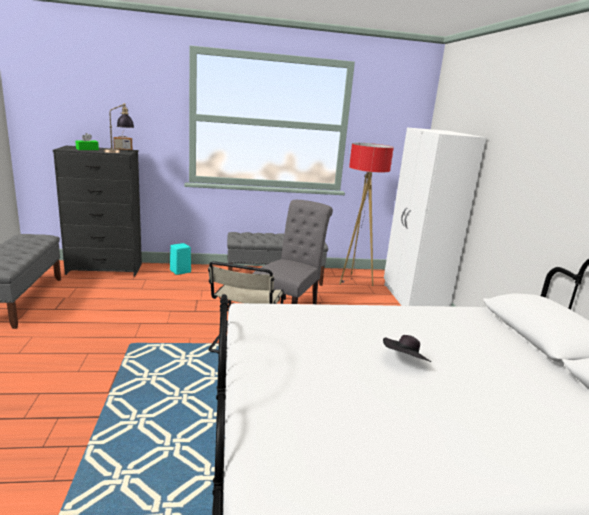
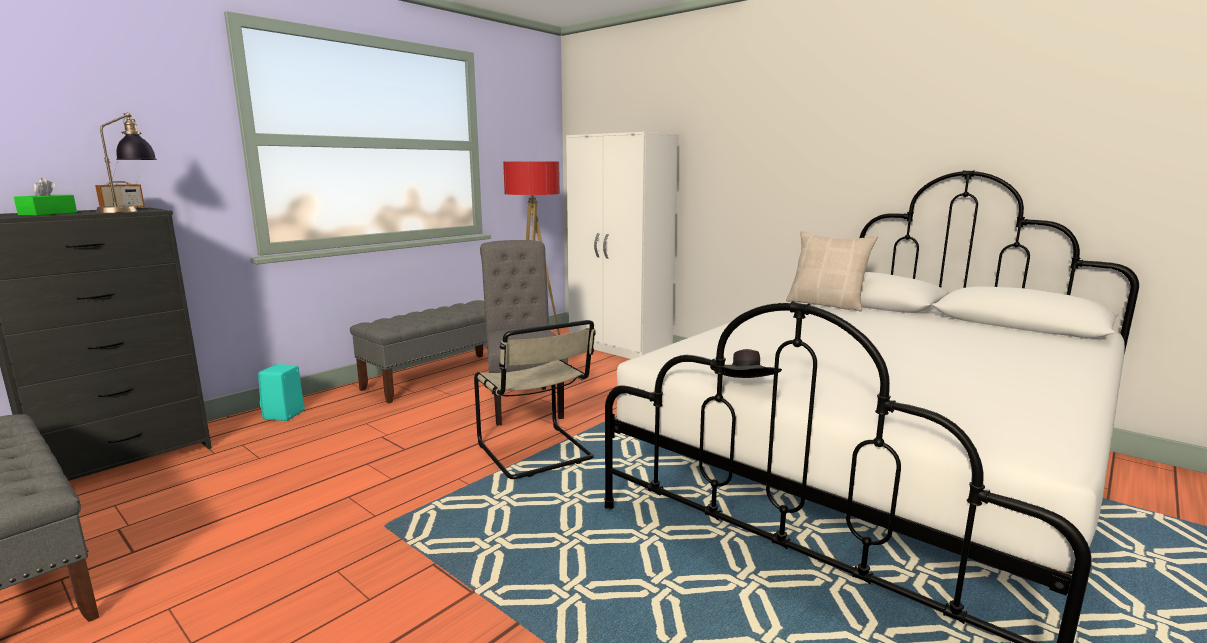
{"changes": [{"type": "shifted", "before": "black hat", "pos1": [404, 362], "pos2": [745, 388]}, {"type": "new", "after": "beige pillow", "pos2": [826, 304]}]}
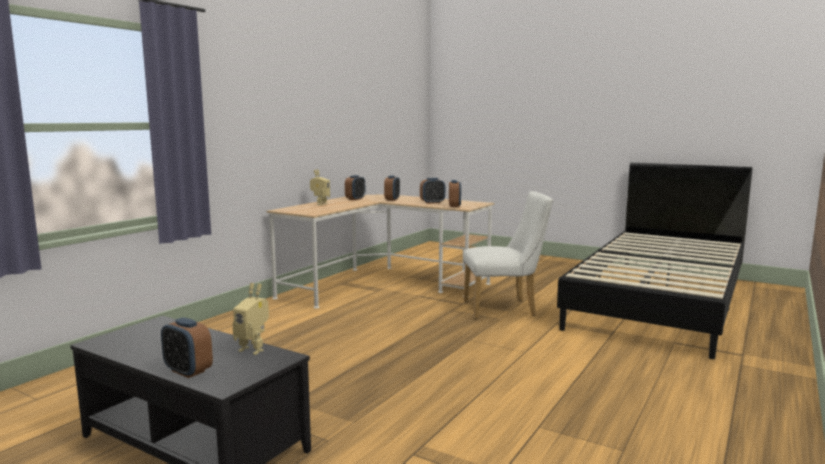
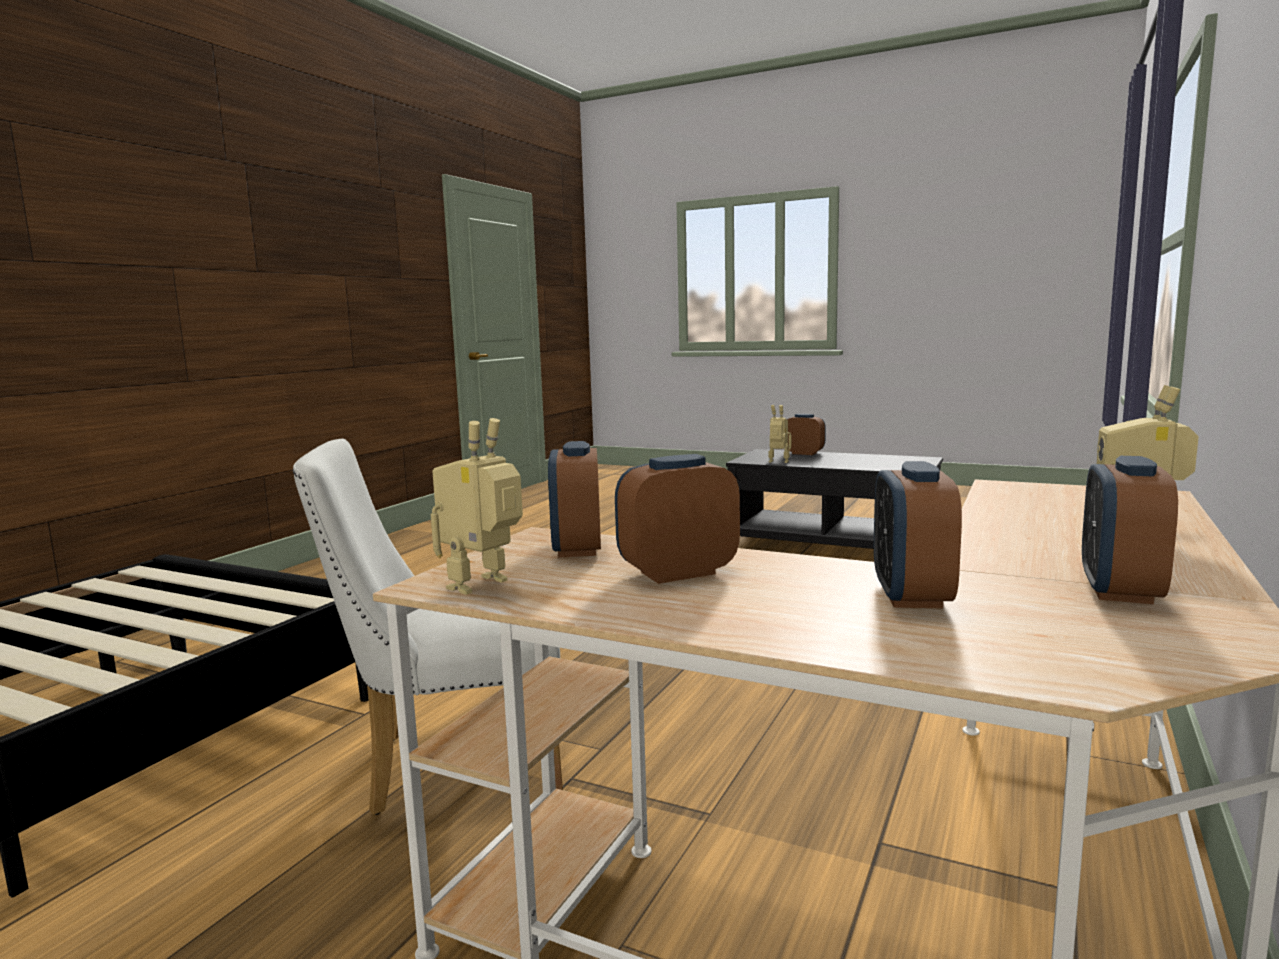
{"changes": [{"type": "new", "after": "toy robot", "pos2": [484, 586]}]}
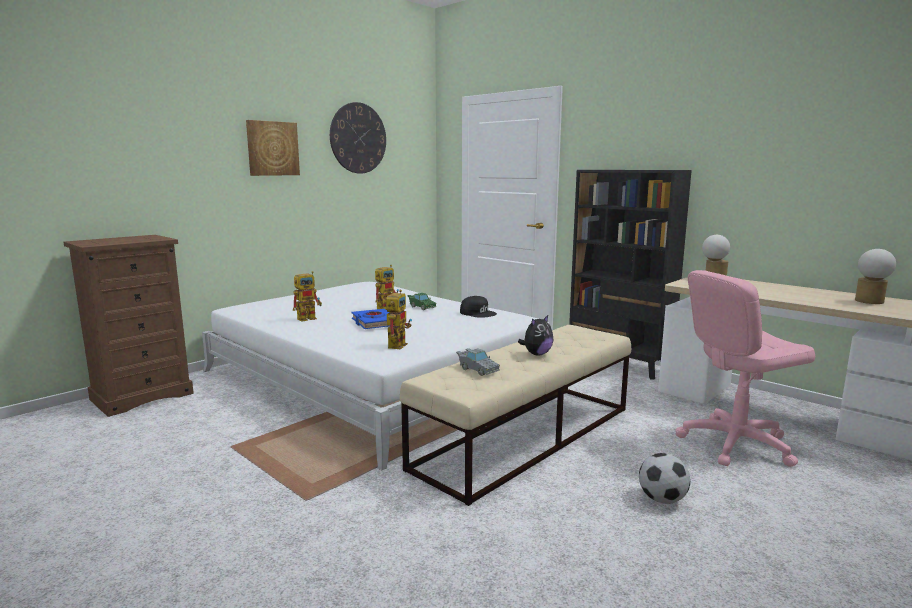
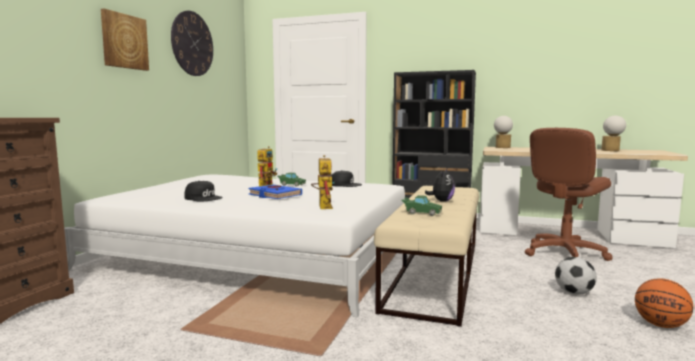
{"changes": [{"type": "swapped", "before": "toy robot", "after": "black cap", "pos1": [310, 318], "pos2": [203, 198]}, {"type": "repainted", "before": "grey toy car", "after": "green toy car", "pos1": [477, 369], "pos2": [421, 213]}, {"type": "repainted", "before": "pink office chair", "after": "brown office chair", "pos1": [735, 443], "pos2": [564, 254]}, {"type": "new", "after": "basketball", "pos2": [660, 325]}]}
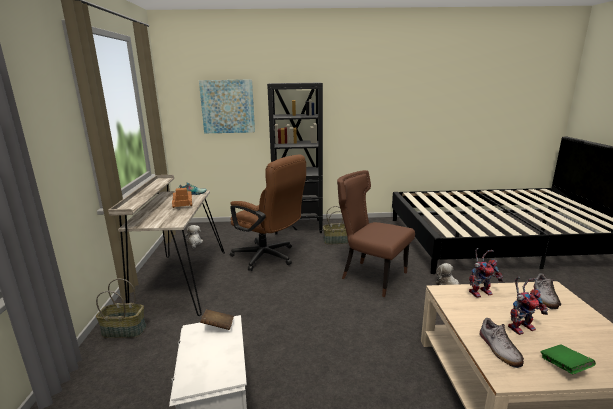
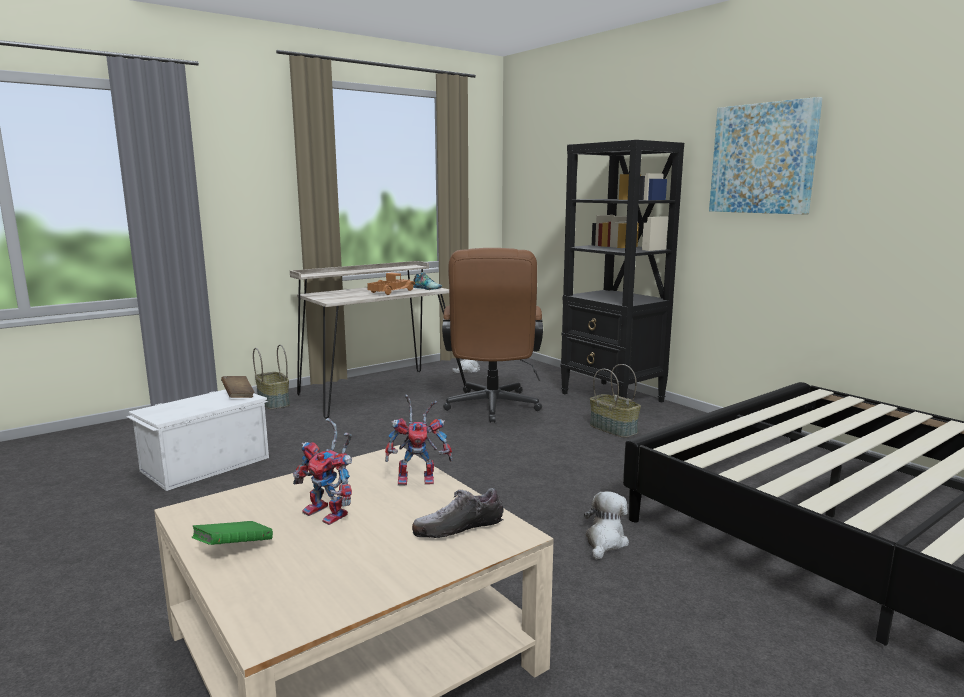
{"changes": [{"type": "shifted", "before": "picture", "pos1": [228, 106], "pos2": [763, 159]}, {"type": "gone", "before": "brown chair", "pos1": [371, 276]}, {"type": "rotated", "before": "toy robot", "pos1": [480, 291], "pos2": [419, 478], "turn": -45}, {"type": "gone", "before": "shoe", "pos1": [499, 349]}]}
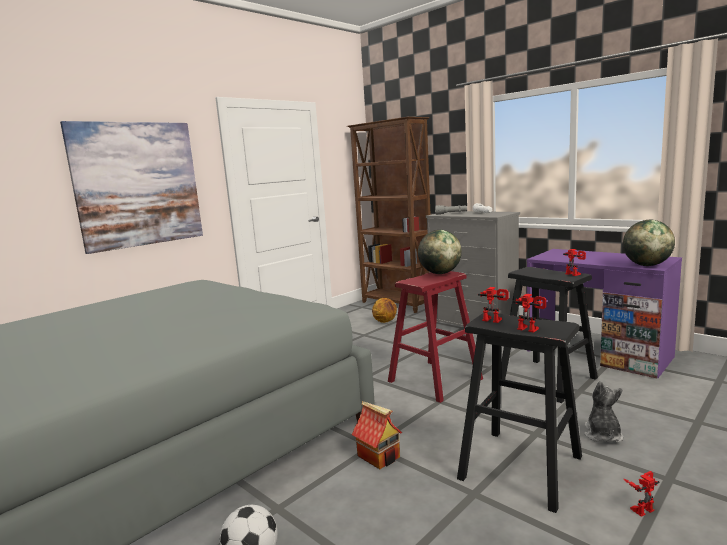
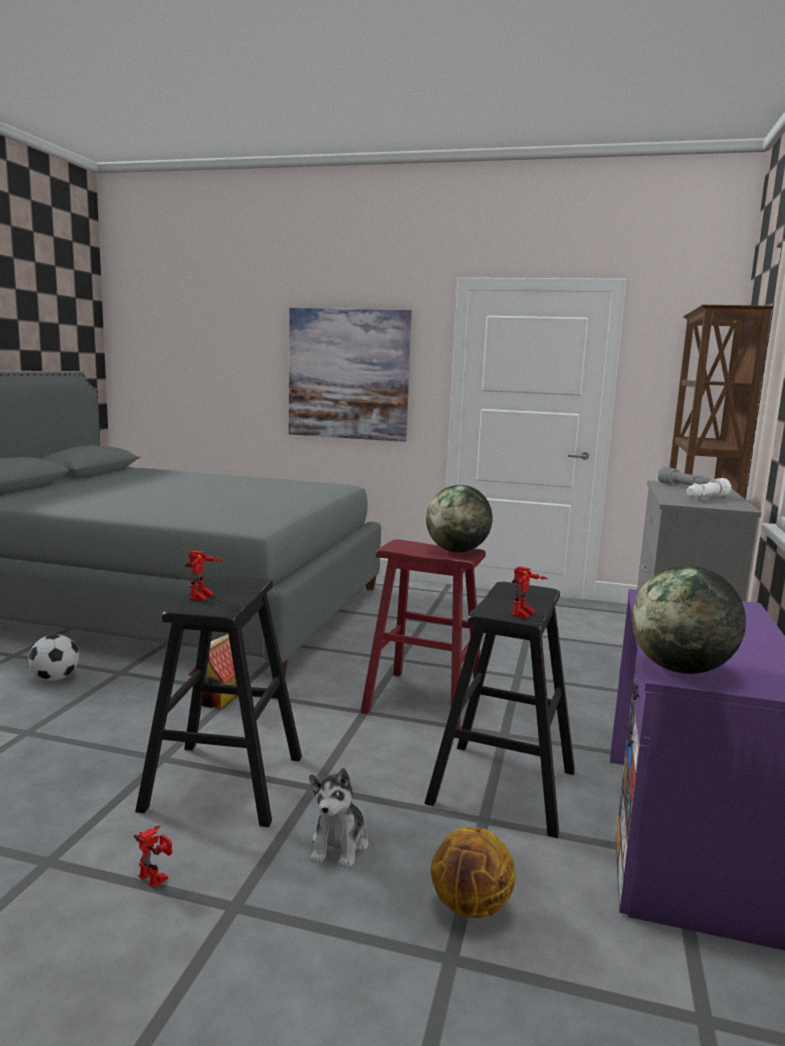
{"changes": [{"type": "shifted", "before": "basketball", "pos1": [385, 321], "pos2": [470, 907]}, {"type": "gone", "before": "toy robot", "pos1": [494, 319]}, {"type": "rotated", "before": "plush toy", "pos1": [602, 435], "pos2": [339, 845], "turn": 120}]}
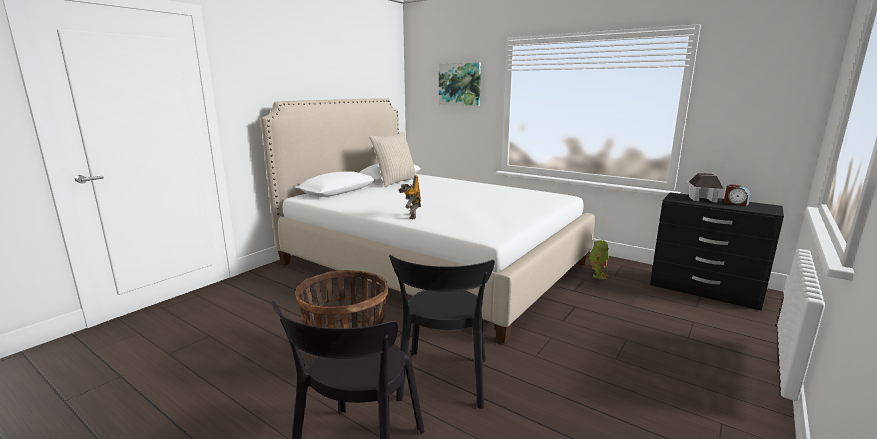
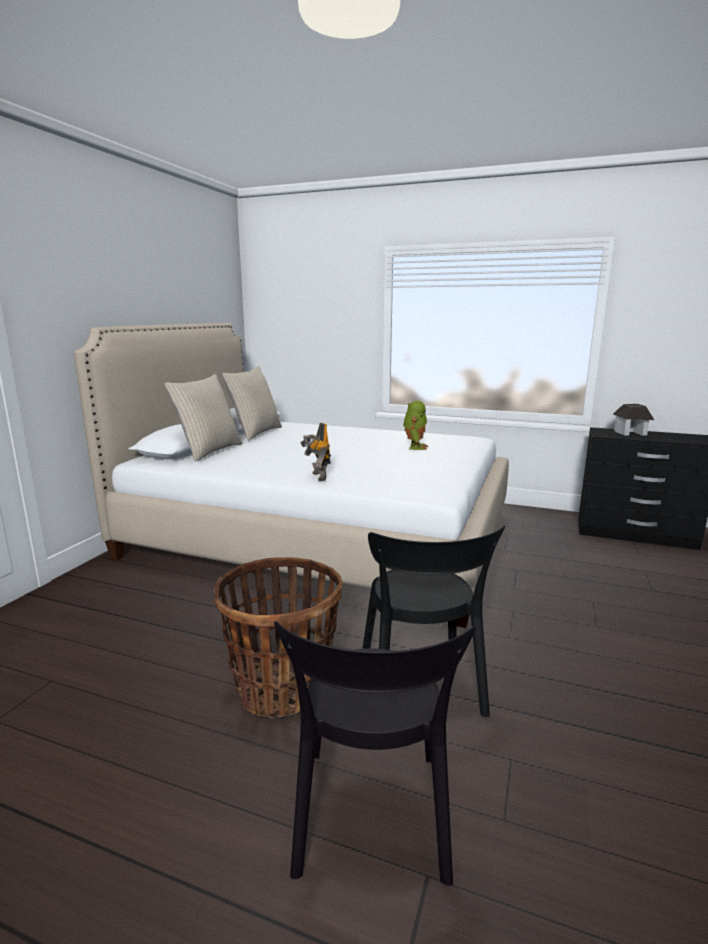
{"changes": [{"type": "gone", "before": "picture", "pos1": [460, 84]}, {"type": "shifted", "before": "toy robot", "pos1": [597, 275], "pos2": [415, 447]}, {"type": "gone", "before": "alarm clock", "pos1": [735, 203]}, {"type": "new", "after": "beige pillow", "pos2": [209, 451]}]}
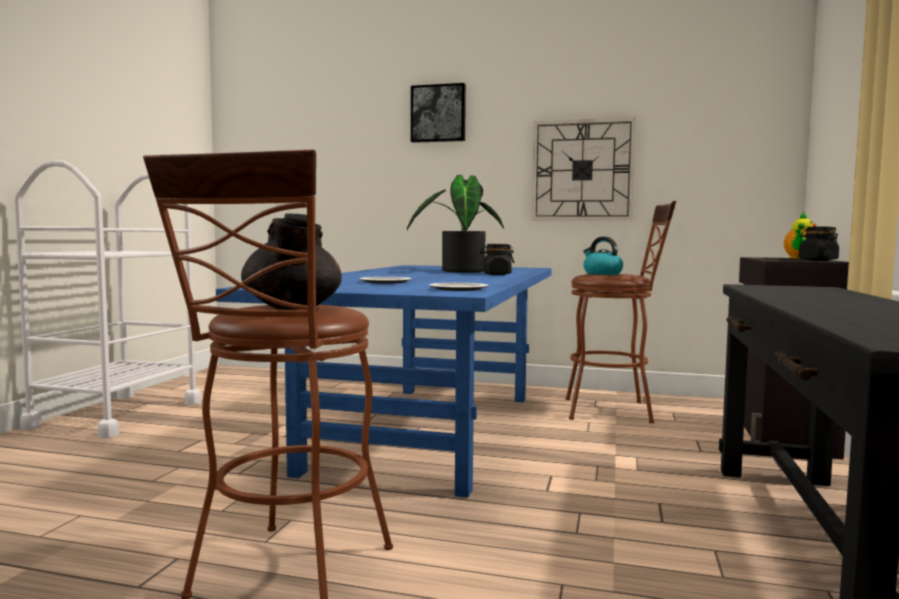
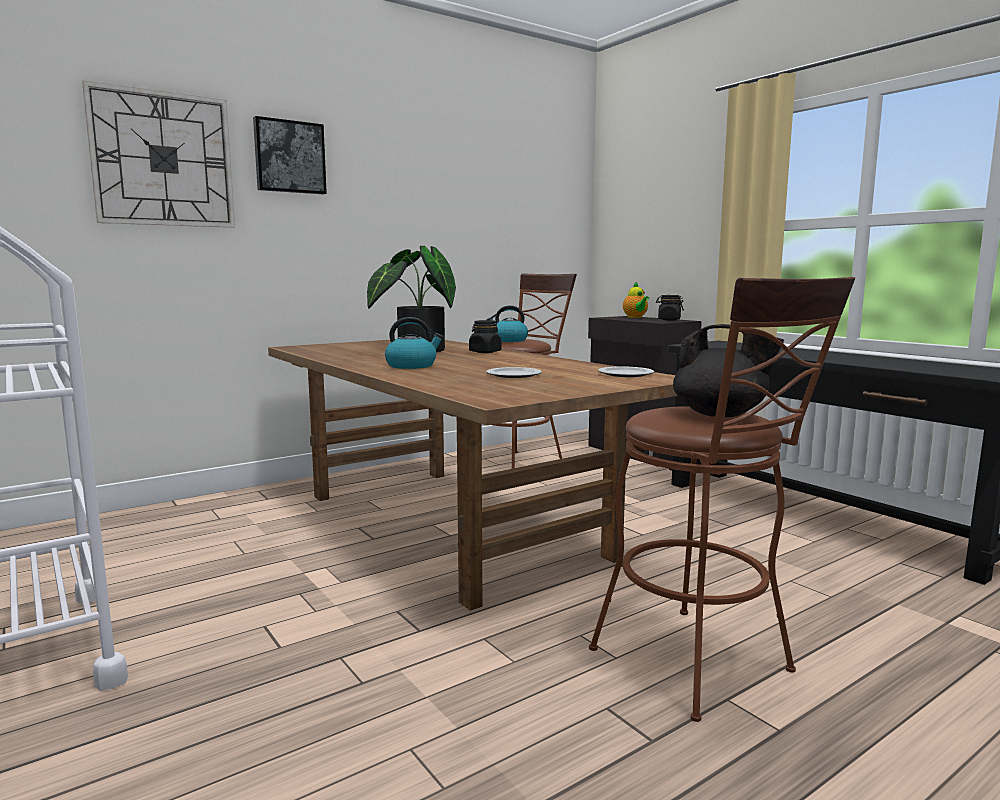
{"changes": [{"type": "repainted", "before": "blue dining table", "after": "brown dining table", "pos1": [429, 431], "pos2": [451, 525]}, {"type": "shifted", "before": "wall clock", "pos1": [582, 170], "pos2": [163, 159]}, {"type": "new", "after": "kettle", "pos2": [412, 366]}]}
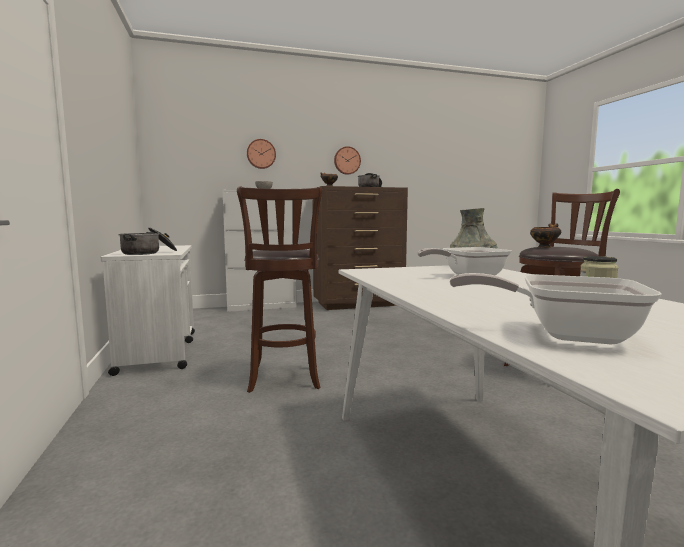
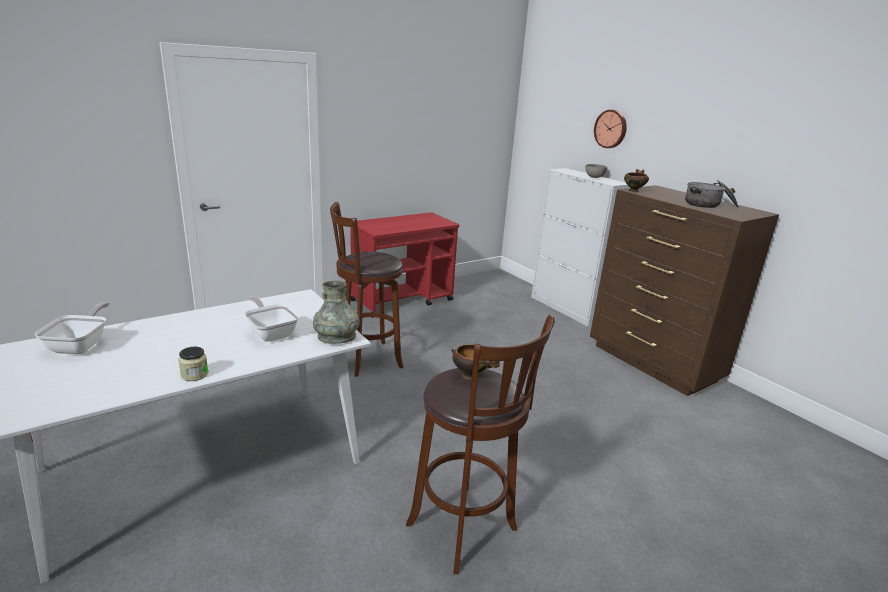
{"changes": [{"type": "repainted", "before": "white cart", "after": "red cart", "pos1": [159, 351], "pos2": [403, 300]}, {"type": "gone", "before": "cooking pot", "pos1": [149, 252]}, {"type": "gone", "before": "wall clock", "pos1": [347, 160]}]}
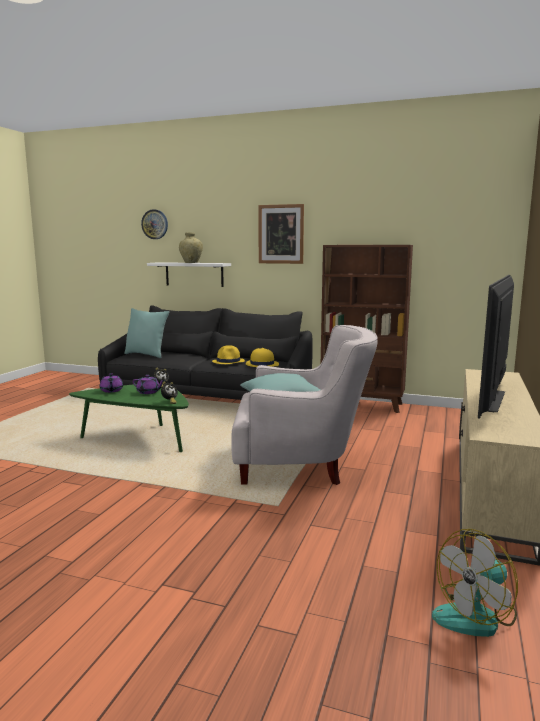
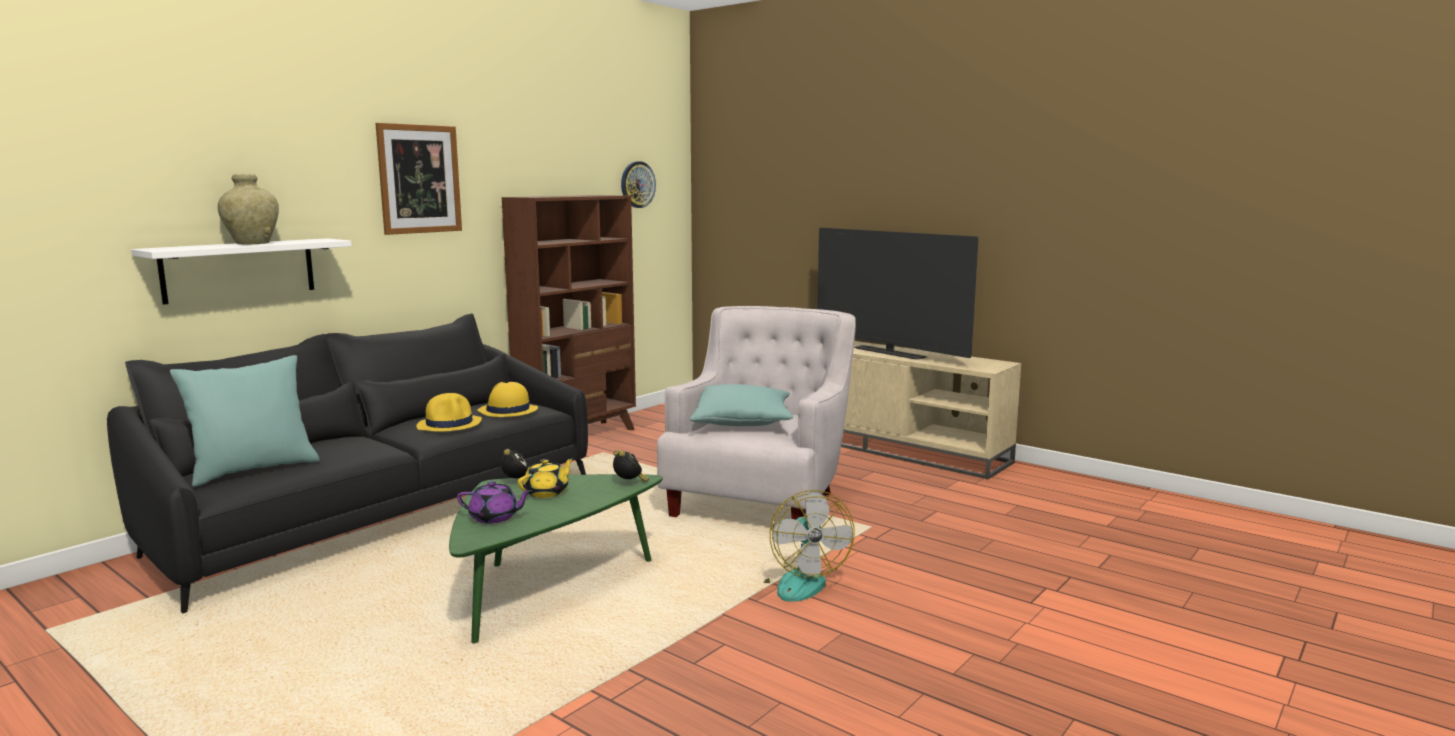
{"changes": [{"type": "repainted", "before": "purple teapot", "after": "yellow teapot", "pos1": [148, 392], "pos2": [547, 492]}, {"type": "shifted", "before": "wall clock", "pos1": [155, 224], "pos2": [637, 184]}, {"type": "shifted", "before": "fan", "pos1": [476, 615], "pos2": [796, 581]}]}
